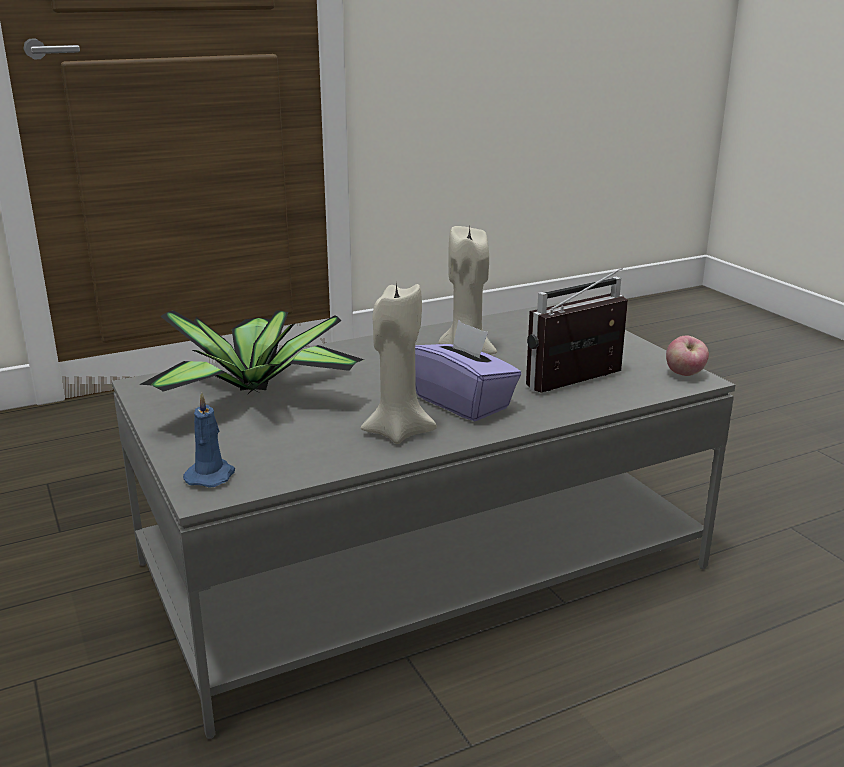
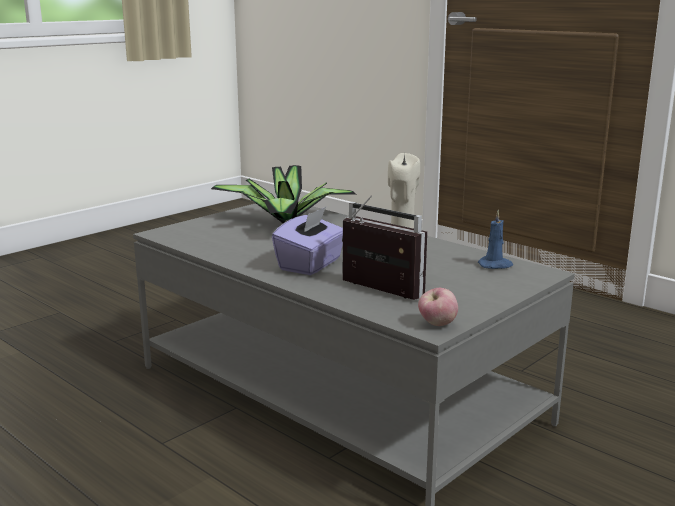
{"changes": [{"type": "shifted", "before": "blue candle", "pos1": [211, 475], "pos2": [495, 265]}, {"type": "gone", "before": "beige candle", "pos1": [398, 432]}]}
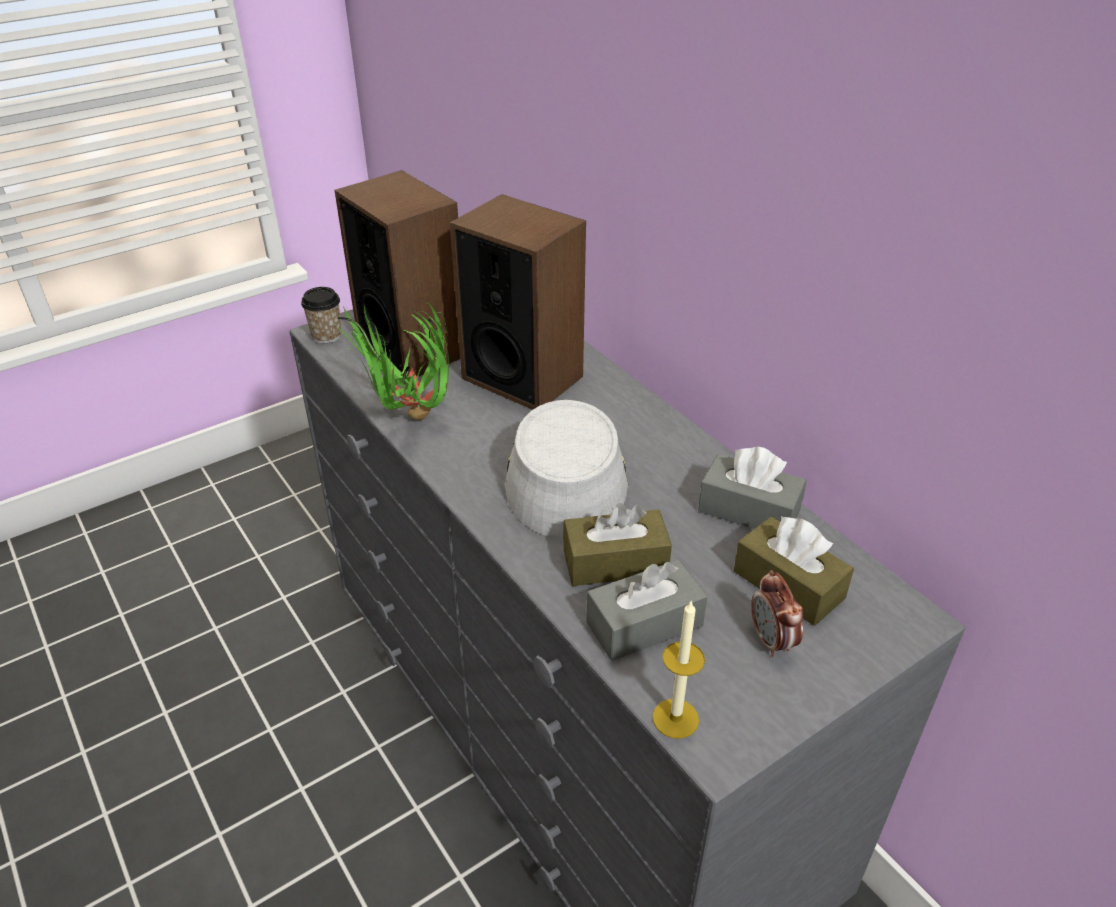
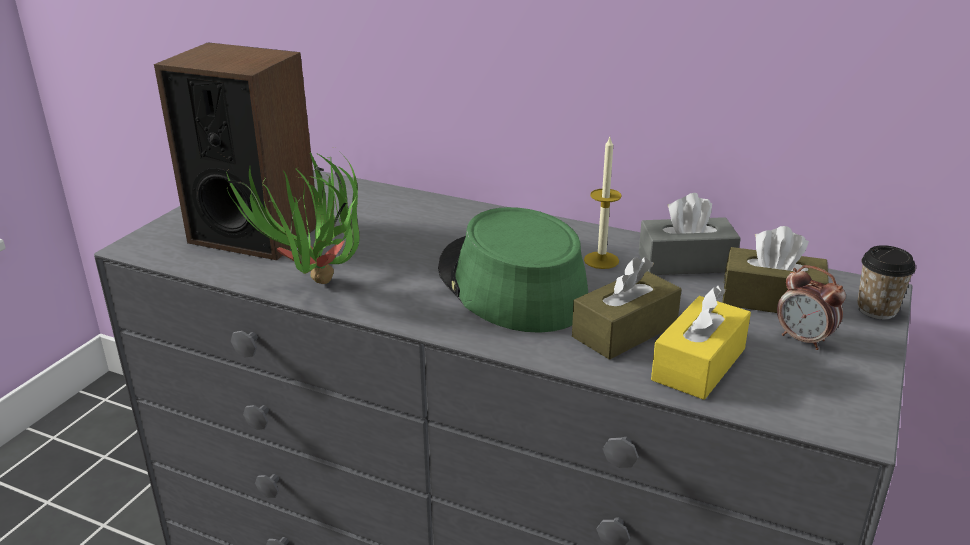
{"changes": [{"type": "shifted", "before": "cup", "pos1": [326, 336], "pos2": [877, 309]}, {"type": "gone", "before": "speaker", "pos1": [522, 377]}, {"type": "repainted", "before": "grey hat", "after": "green hat", "pos1": [565, 475], "pos2": [510, 285]}, {"type": "repainted", "before": "grey tissue box", "after": "yellow tissue box", "pos1": [644, 624], "pos2": [699, 364]}, {"type": "shifted", "before": "candle", "pos1": [675, 718], "pos2": [601, 260]}]}
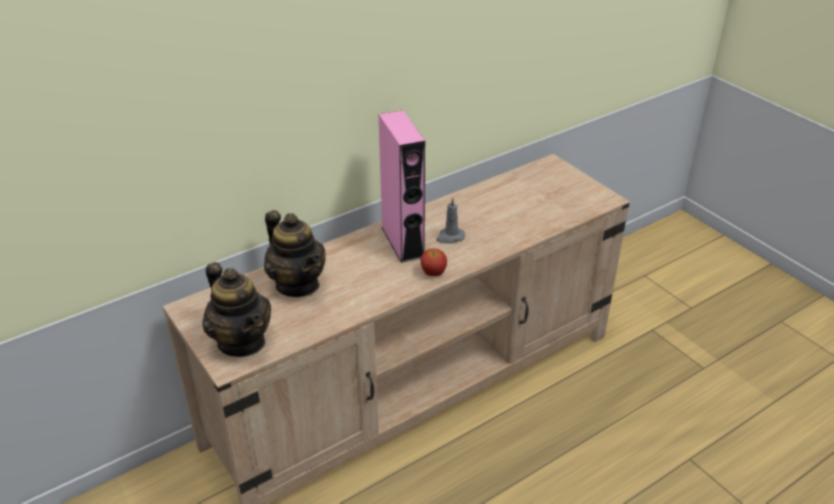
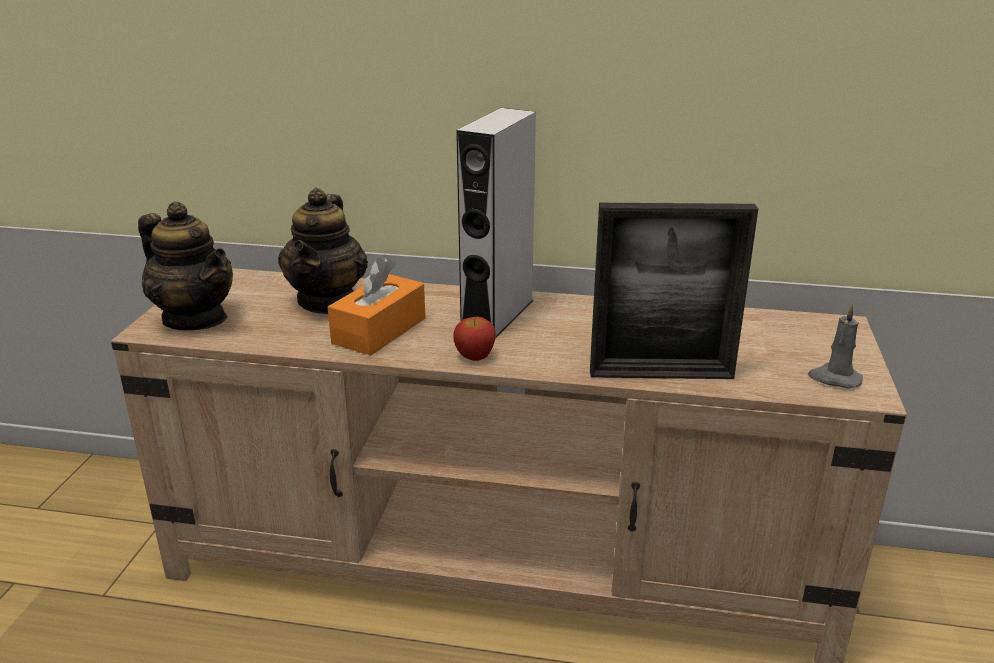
{"changes": [{"type": "rotated", "before": "teapot", "pos1": [242, 341], "pos2": [195, 319], "turn": -60}, {"type": "repainted", "before": "pink speaker", "after": "grey speaker", "pos1": [402, 242], "pos2": [497, 315]}, {"type": "shifted", "before": "grey candle", "pos1": [450, 237], "pos2": [834, 378]}, {"type": "new", "after": "orange tissue box", "pos2": [379, 331]}, {"type": "new", "after": "picture frame", "pos2": [661, 374]}]}
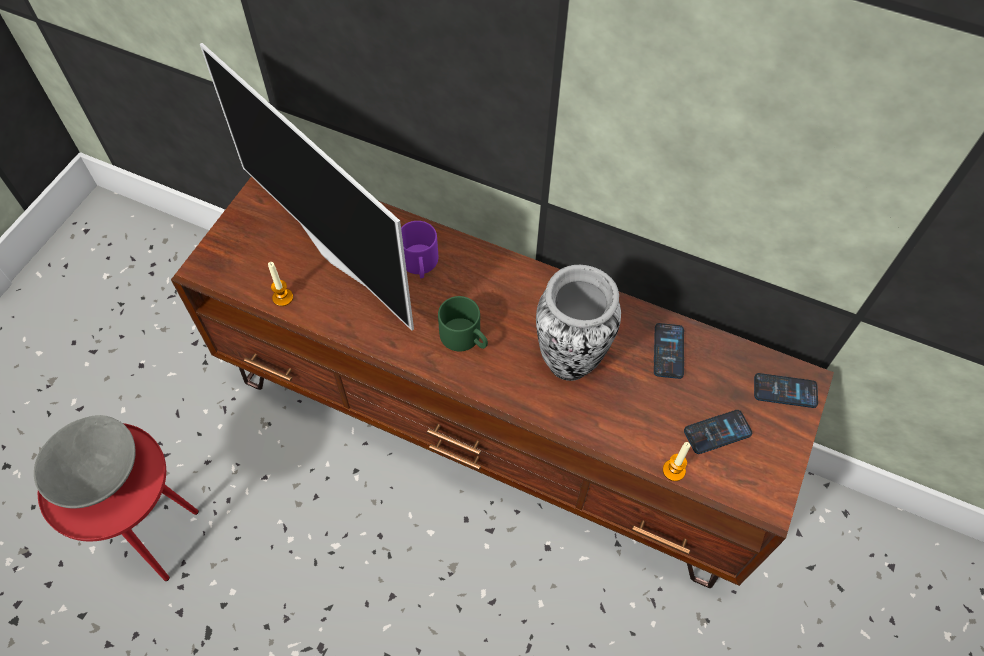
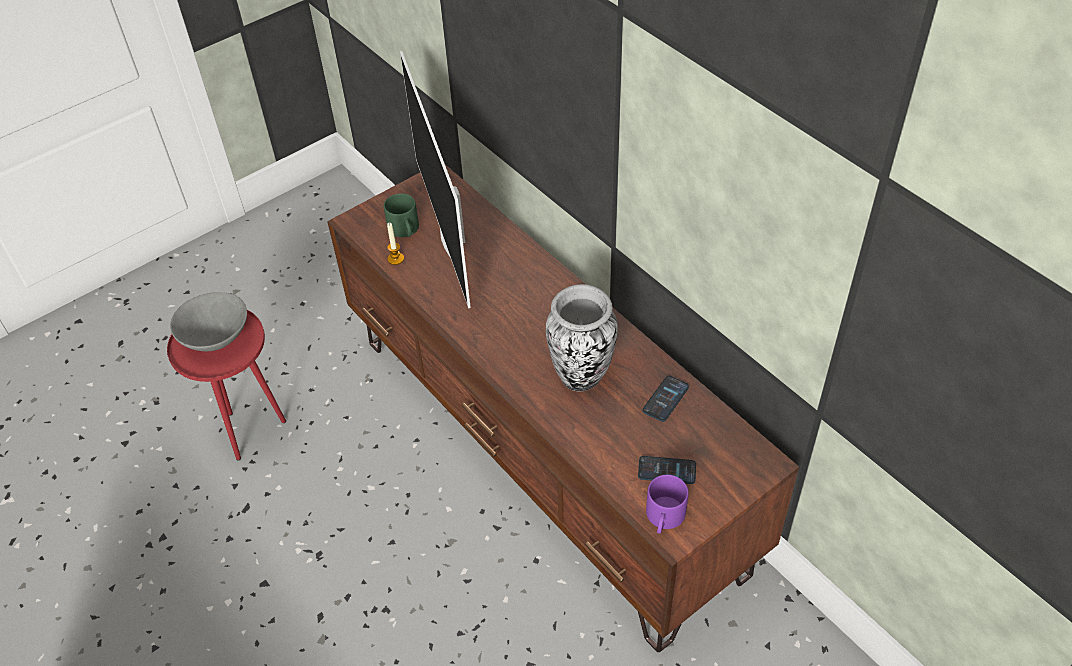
{"changes": [{"type": "shifted", "before": "purple mug", "pos1": [421, 264], "pos2": [665, 518]}, {"type": "shifted", "before": "green mug", "pos1": [466, 338], "pos2": [405, 230]}, {"type": "gone", "before": "candle", "pos1": [673, 470]}, {"type": "gone", "before": "phone", "pos1": [785, 391]}]}
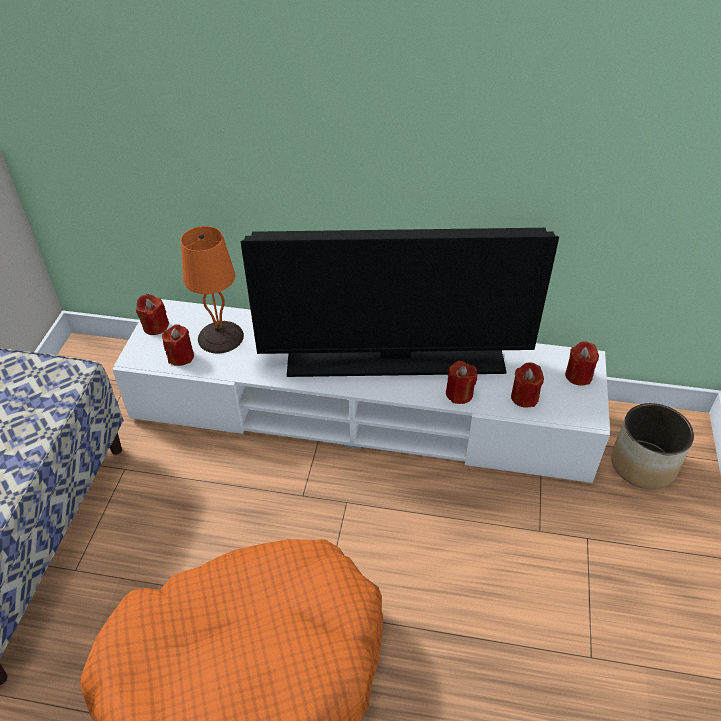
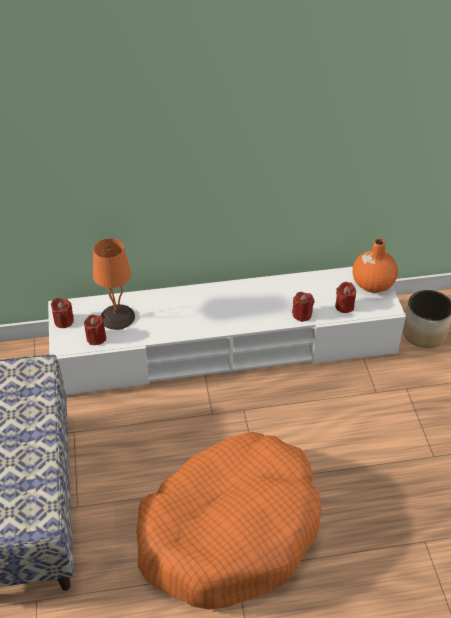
{"changes": [{"type": "gone", "before": "television", "pos1": [396, 361]}, {"type": "swapped", "before": "red candle", "after": "orange vase", "pos1": [578, 375], "pos2": [372, 283]}]}
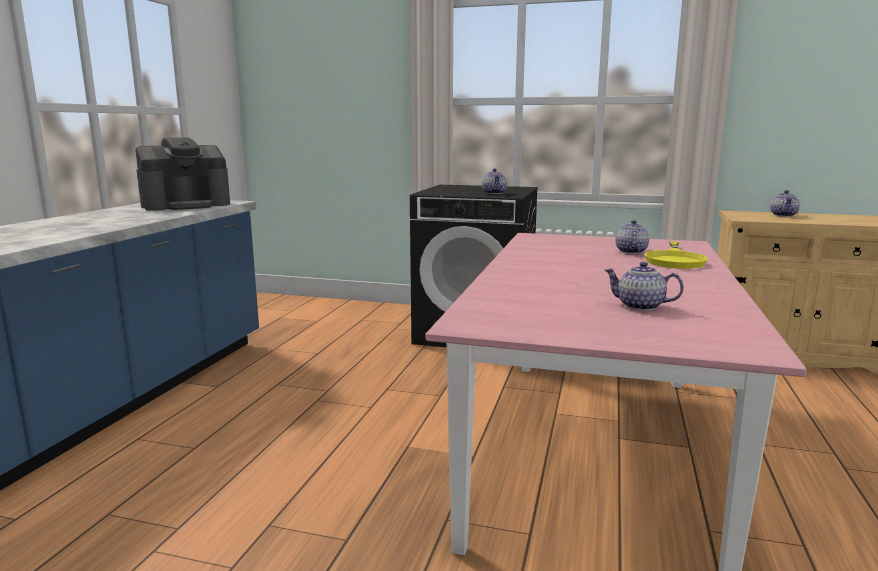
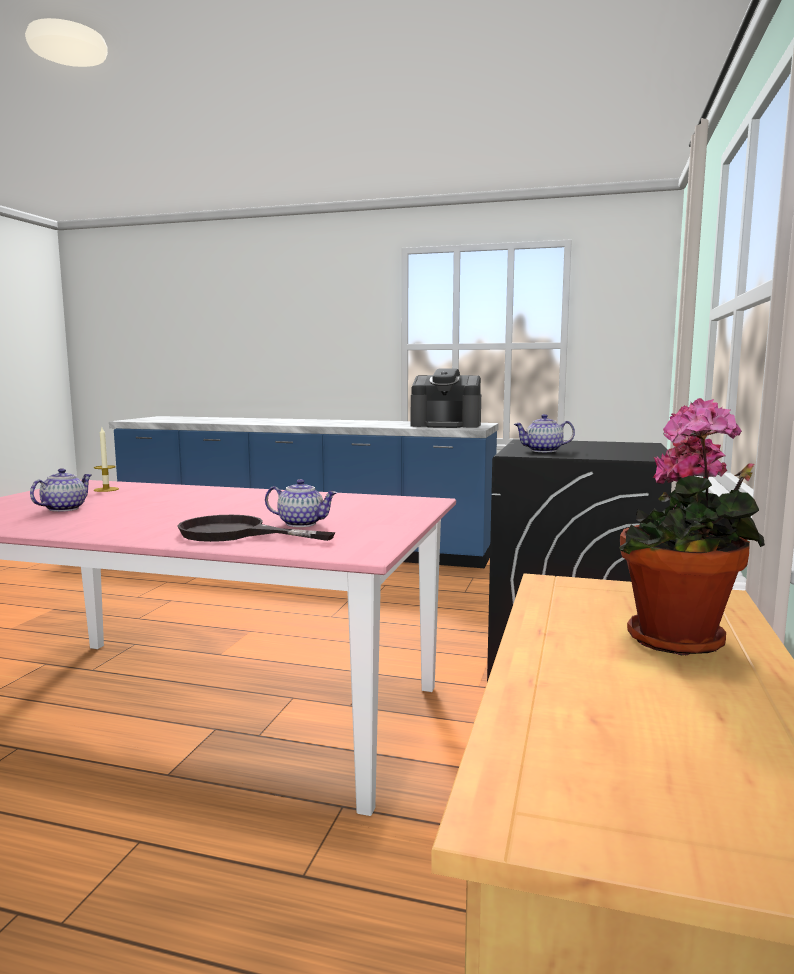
{"changes": [{"type": "rotated", "before": "coffee machine", "pos1": [186, 205], "pos2": [446, 425], "turn": -45}, {"type": "repainted", "before": "yellow frying pan", "after": "black frying pan", "pos1": [675, 260], "pos2": [235, 533]}, {"type": "swapped", "before": "teapot", "after": "potted plant", "pos1": [784, 215], "pos2": [681, 642]}, {"type": "new", "after": "candle", "pos2": [106, 489]}]}
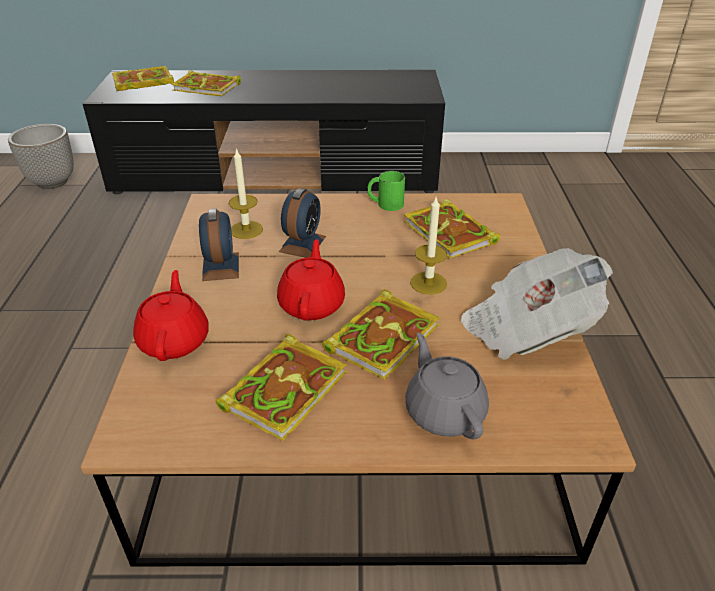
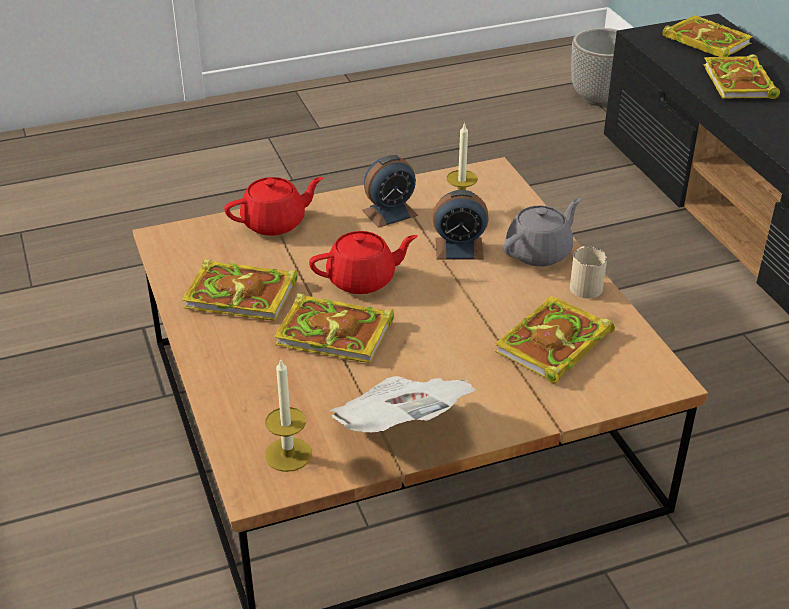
{"changes": [{"type": "repainted", "before": "green mug", "after": "beige mug", "pos1": [385, 203], "pos2": [584, 284]}, {"type": "shifted", "before": "grey teapot", "pos1": [444, 411], "pos2": [539, 252]}, {"type": "shifted", "before": "candle", "pos1": [428, 283], "pos2": [288, 454]}]}
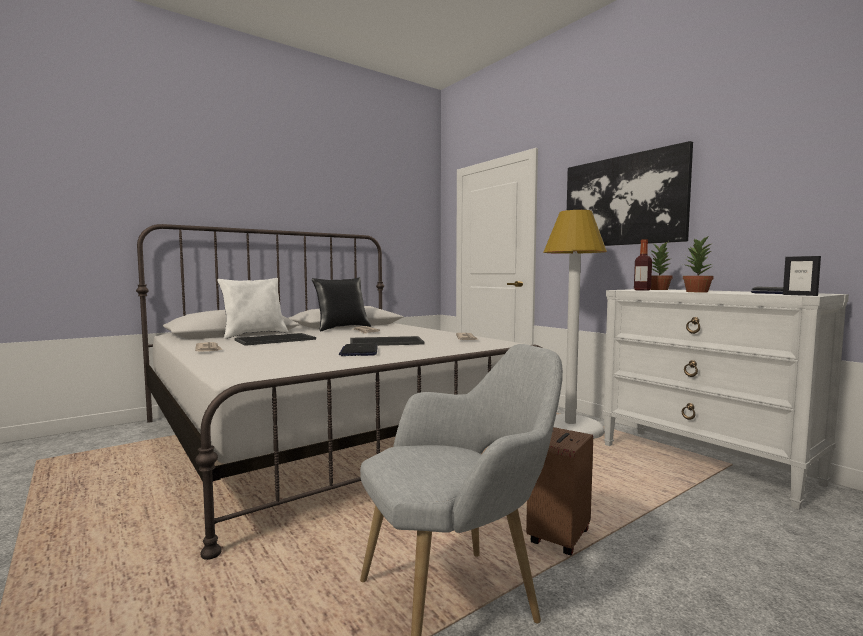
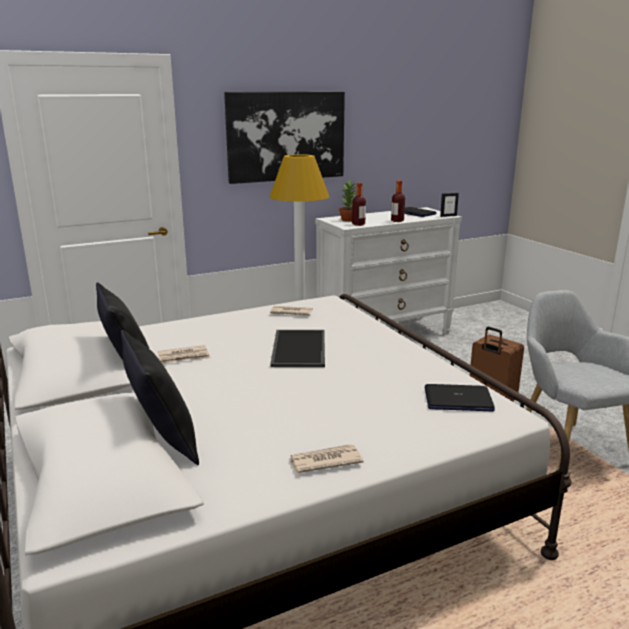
{"changes": [{"type": "repainted", "before": "white pillow", "after": "black pillow", "pos1": [254, 335], "pos2": [162, 441]}, {"type": "gone", "before": "tray", "pos1": [275, 340]}, {"type": "shifted", "before": "laptop", "pos1": [359, 351], "pos2": [457, 400]}, {"type": "swapped", "before": "potted plant", "after": "bottle", "pos1": [697, 292], "pos2": [397, 221]}]}
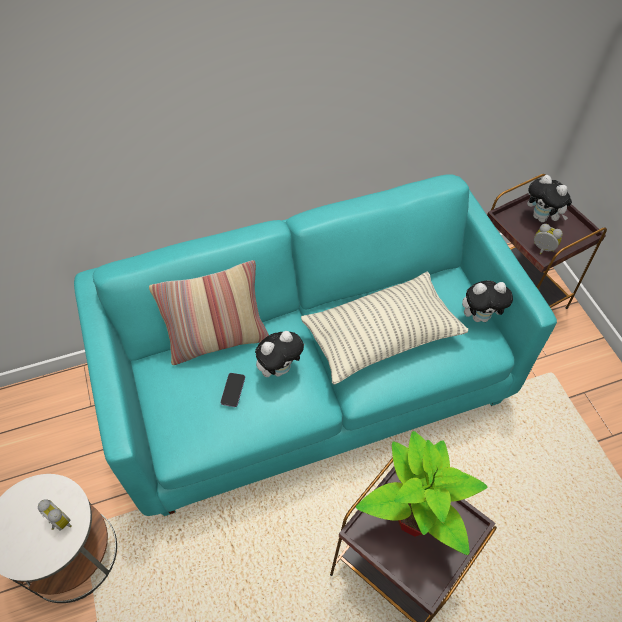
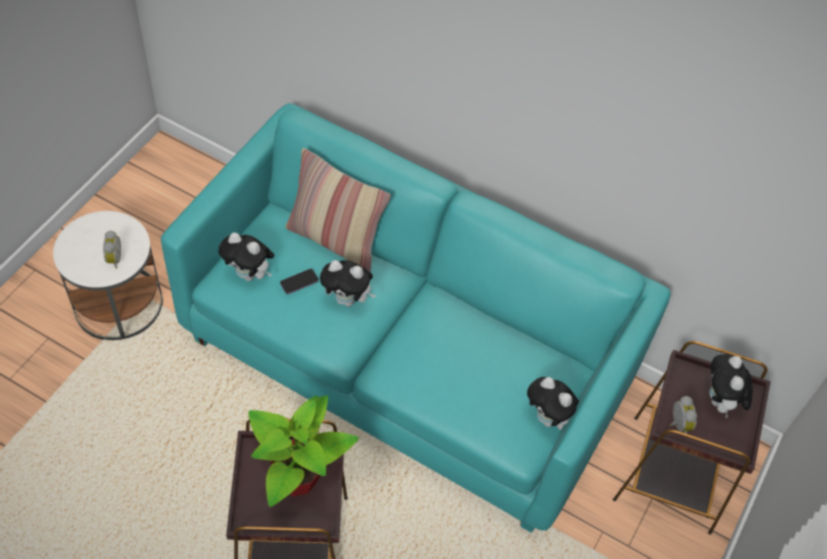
{"changes": [{"type": "gone", "before": "pillow", "pos1": [381, 336]}, {"type": "new", "after": "plush toy", "pos2": [250, 274]}]}
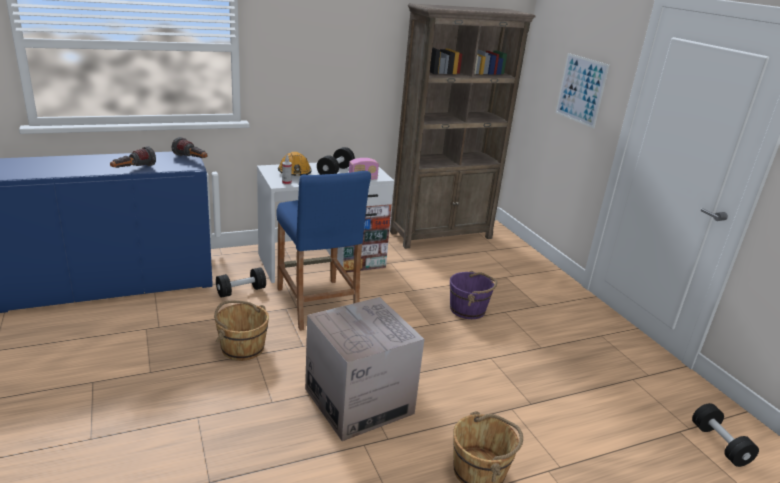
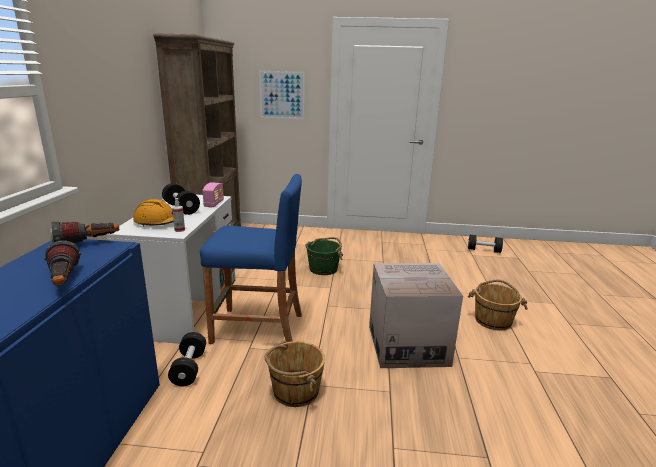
{"changes": [{"type": "repainted", "before": "purple bucket", "after": "green bucket", "pos1": [468, 309], "pos2": [324, 269]}]}
